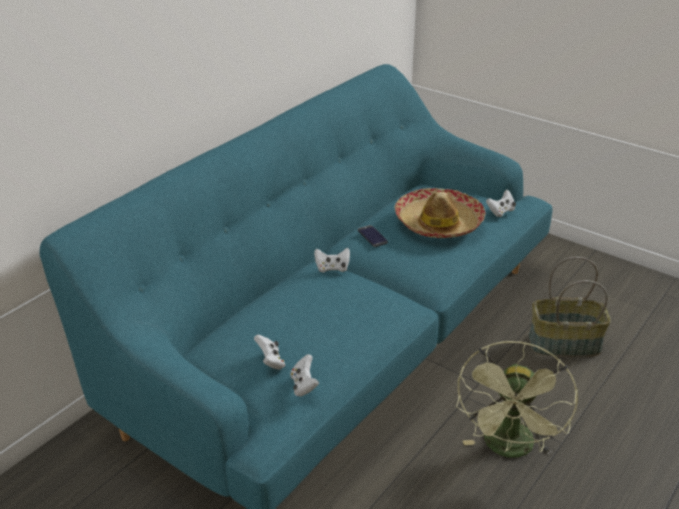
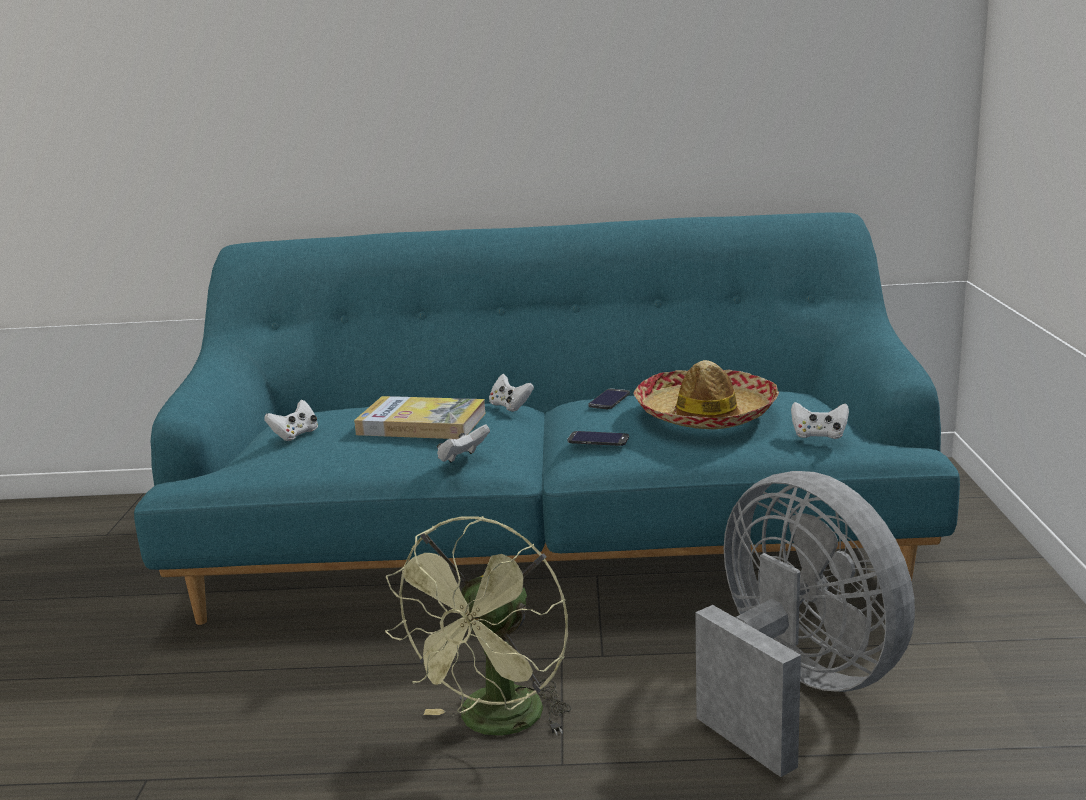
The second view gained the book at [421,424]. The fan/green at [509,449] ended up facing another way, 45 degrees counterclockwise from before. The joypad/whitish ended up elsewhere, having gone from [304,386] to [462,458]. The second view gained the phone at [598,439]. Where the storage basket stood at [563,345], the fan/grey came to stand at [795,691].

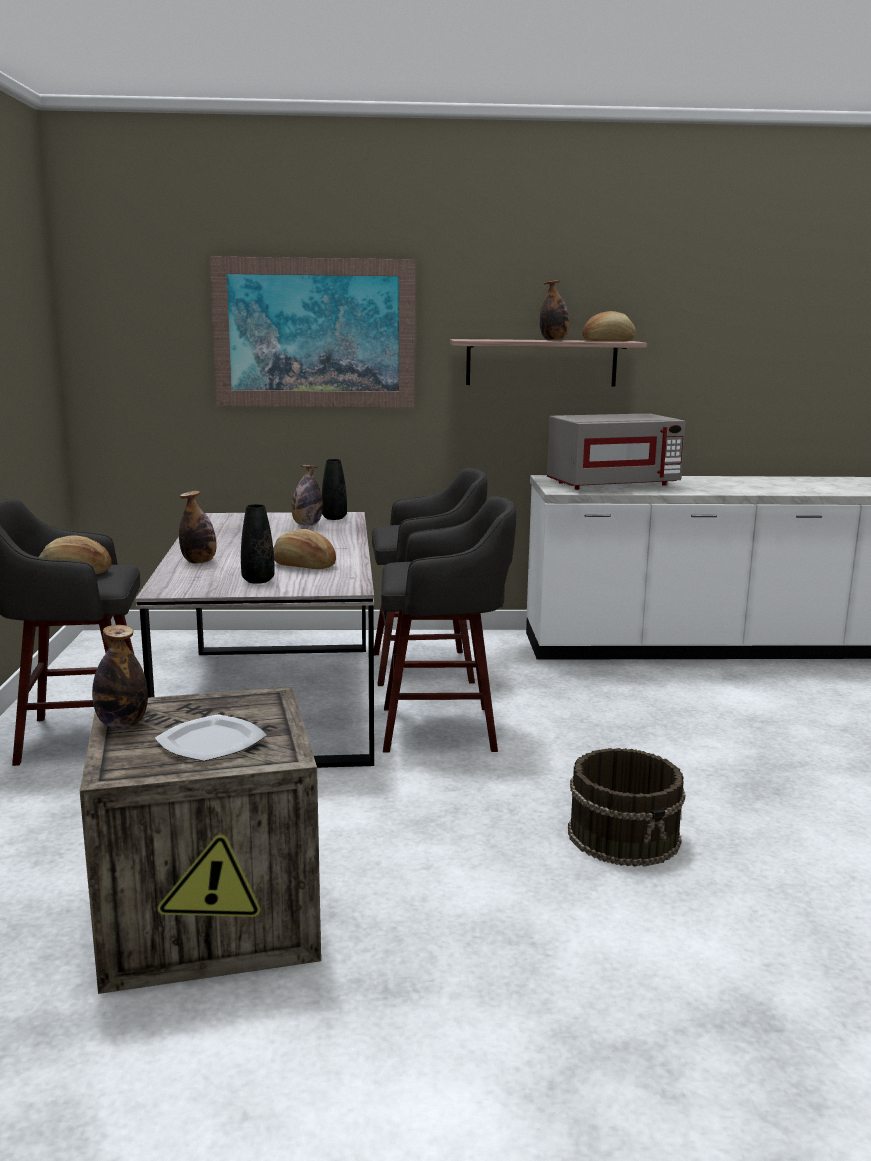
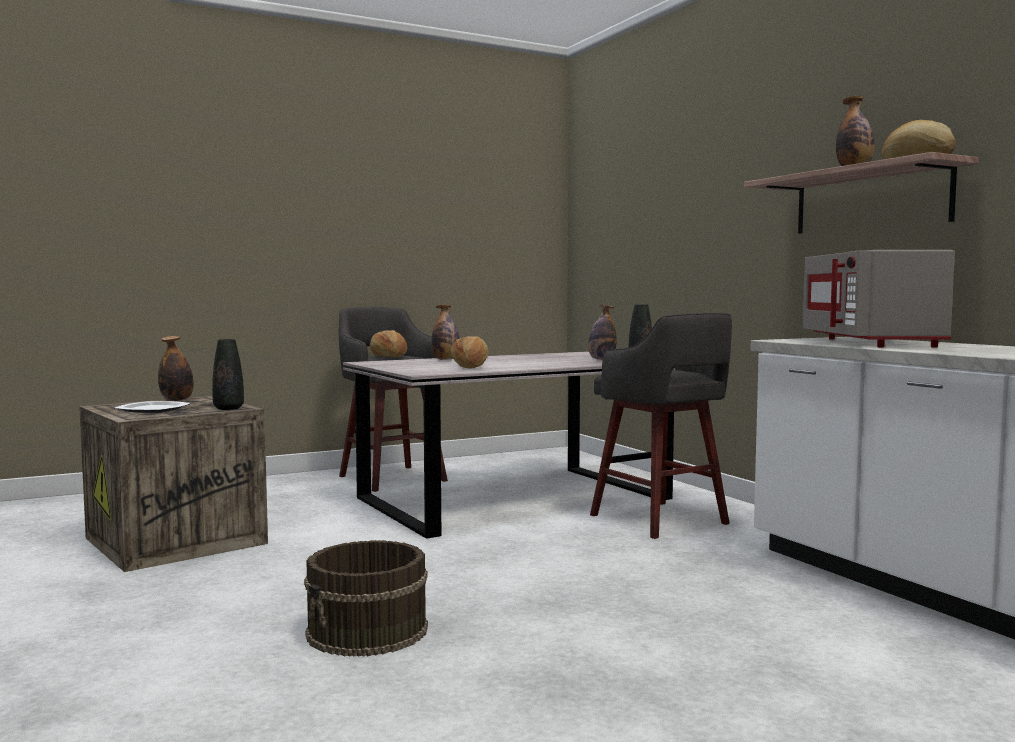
The decorative vase/black ended up elsewhere, having gone from [258,580] to [228,408]. The microwave oven/grey at [612,485] ended up facing another way, 45 degrees clockwise from before. The second view lost the picture at [314,333]. The second view lost the stool/grey at [443,729].

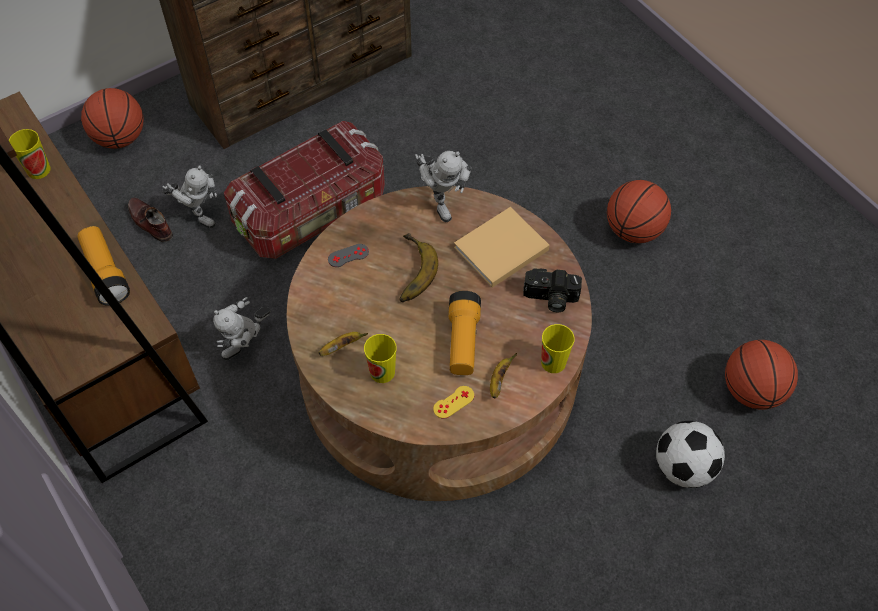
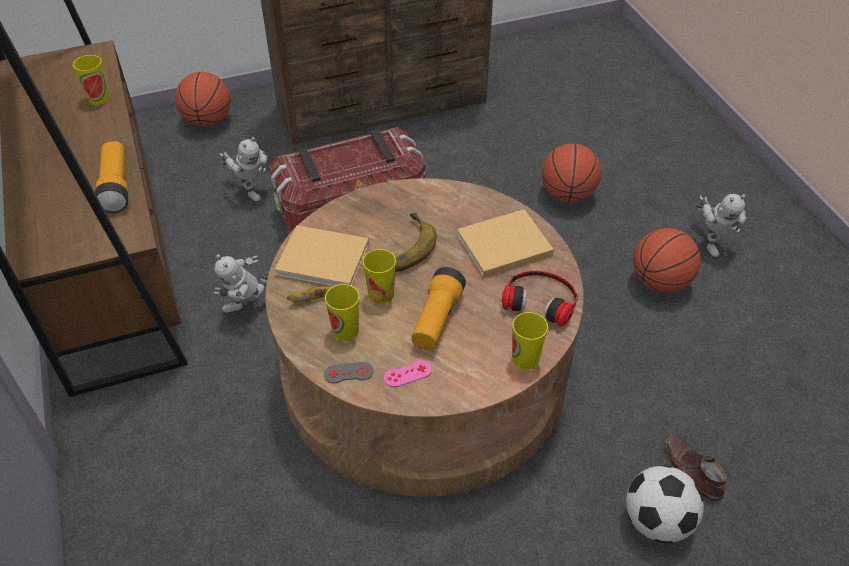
The second view gained the book/beige at [325,260]. The joypad/grey ended up elsewhere, having gone from [348,255] to [348,373]. The second view gained the cup at [381,294]. What was the joypad/yellow-coloured at [453,402] turned into the joypad/pinkish at [407,374]. Where the photo camera stood at [550,298], the headset came to stand at [540,299]. The ball for basketball ended up elsewhere, having gone from [751,390] to [567,194]. The shoe/brown-coloured ended up elsewhere, having gone from [150,223] to [691,470]. The robot figure ended up elsewhere, having gone from [441,201] to [709,243]. The second view lost the banana fruit at [499,380].

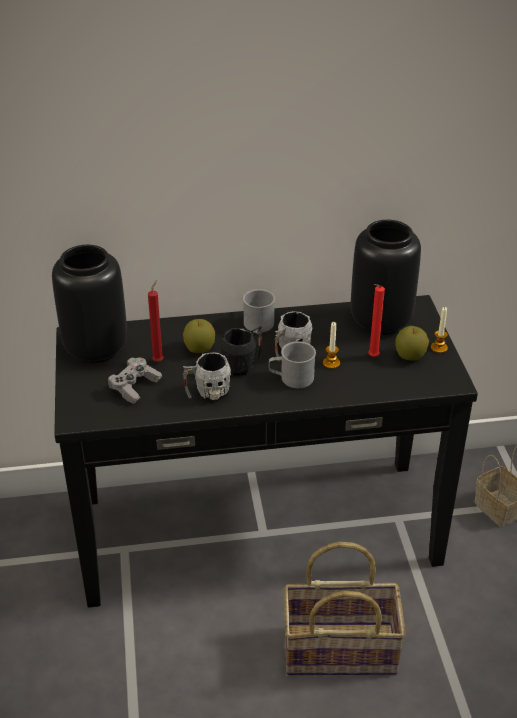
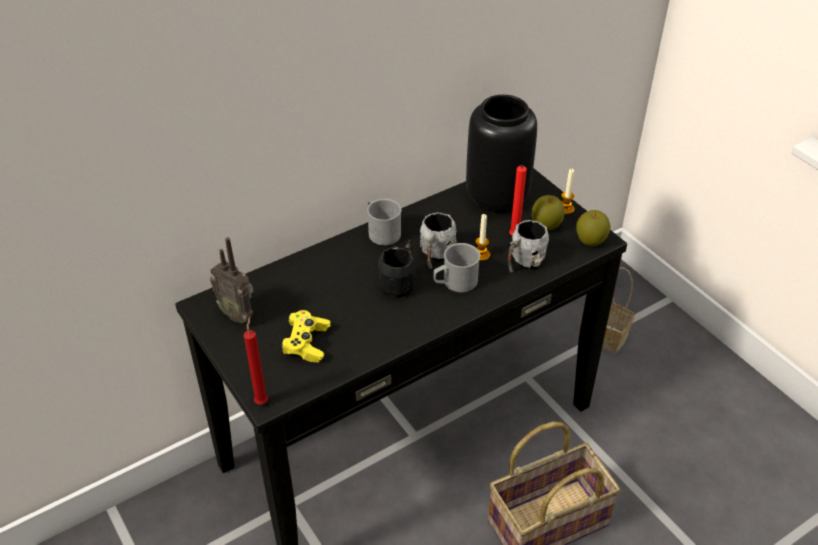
Where the decorative vase/black stood at [97,349], the radio set came to stand at [238,314]. The wax light/reddish ended up elsewhere, having gone from [159,360] to [262,400]. What was the joypad/grey at [134,387] turned into the joypad/yellow-coloured at [306,343]. The coffee mug/grey ended up elsewhere, having gone from [207,393] to [523,262]. The apple fruit ended up elsewhere, having gone from [199,349] to [590,240].

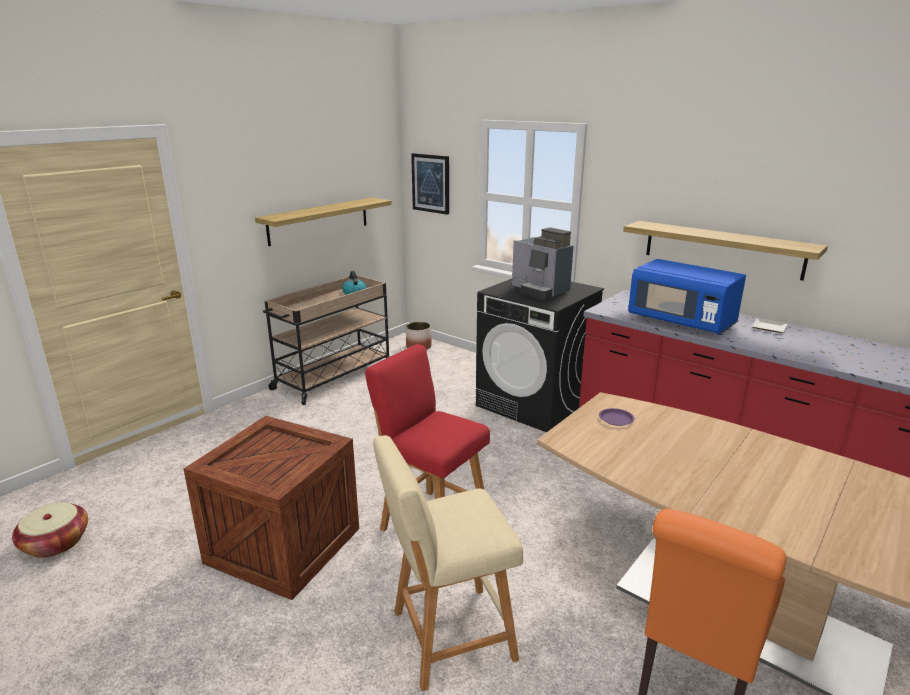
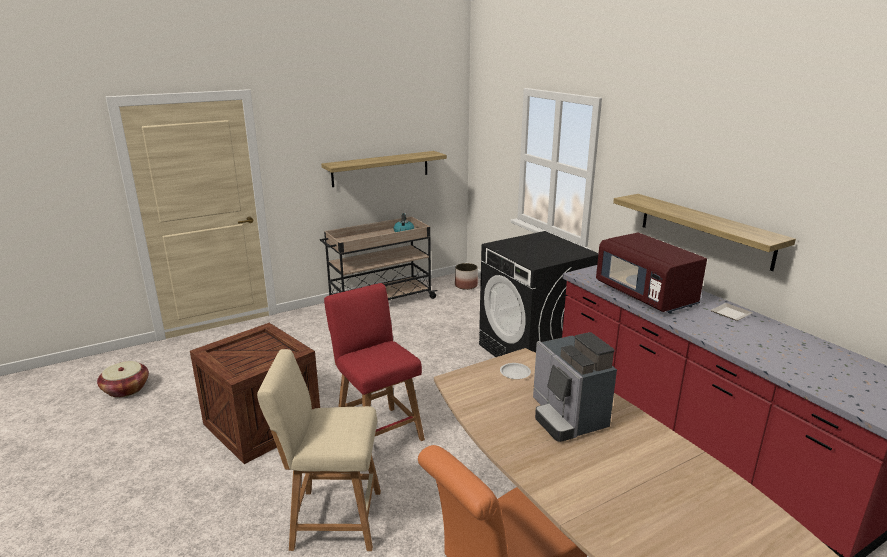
What was the plate/purple at [615,419] turned into the plate/whitish at [514,373]. The coffee machine ended up elsewhere, having gone from [540,291] to [567,417]. What was the microwave oven/blue-coloured at [681,322] turned into the microwave oven/reddish at [645,296]. The second view lost the picture at [431,183].

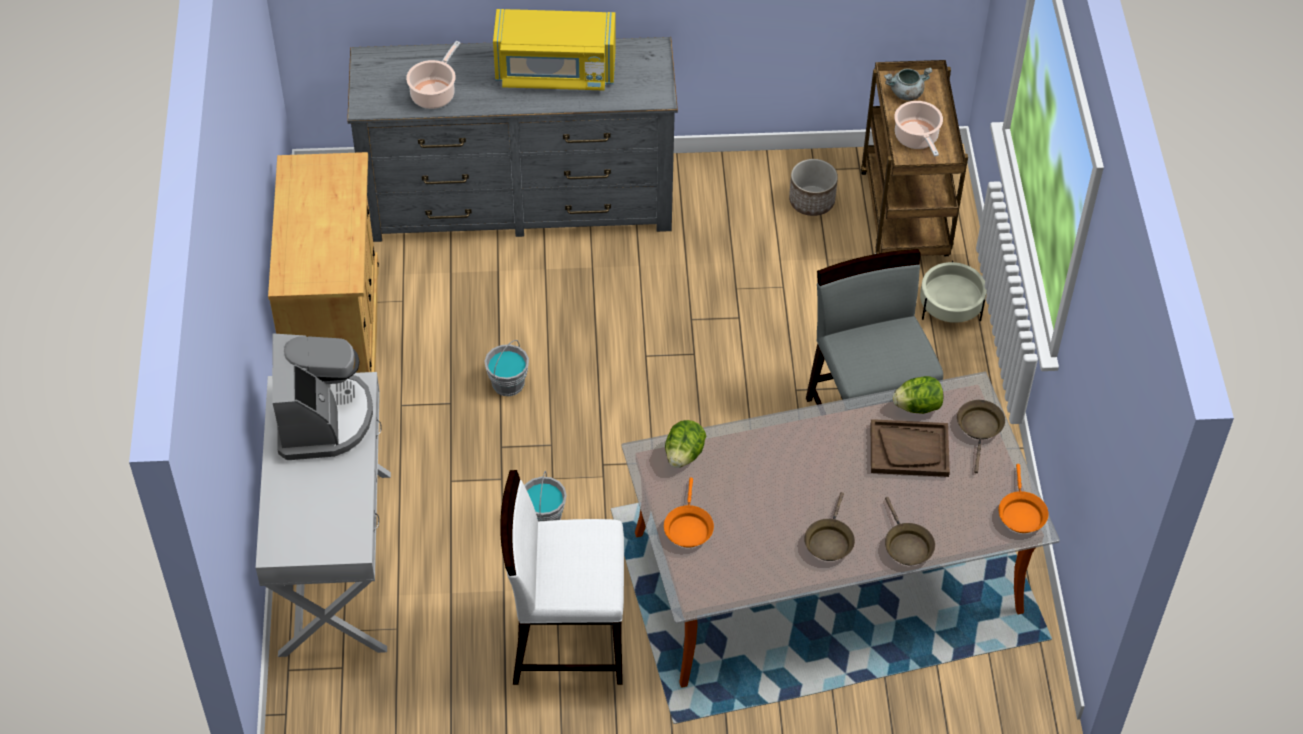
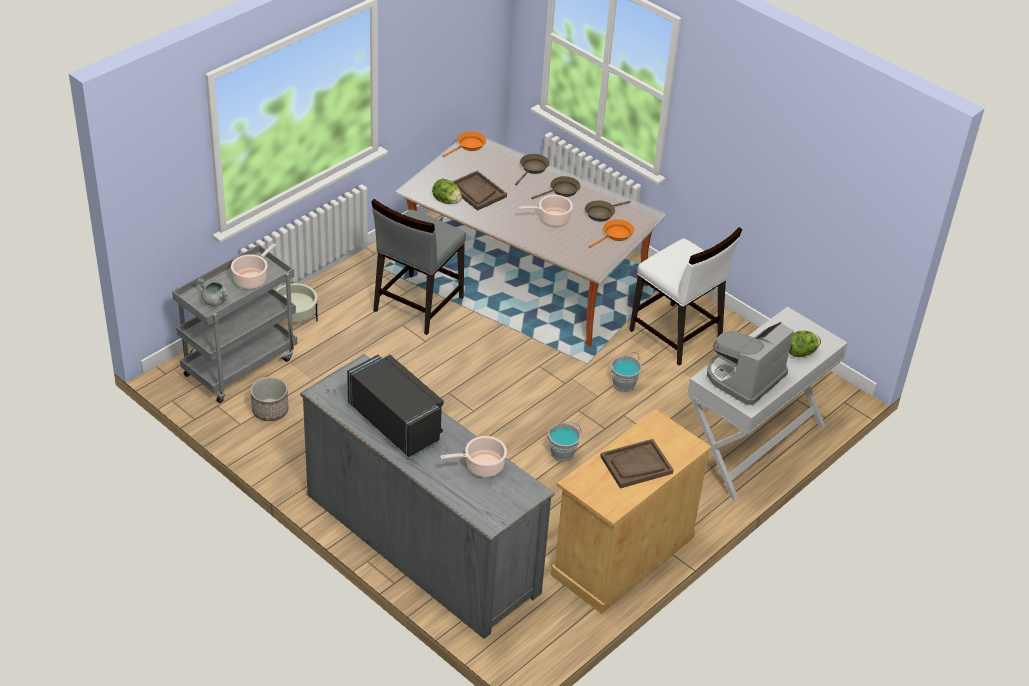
What was the cart/brown-coloured at [906,217] turned into the cart/grey at [240,365]. What was the microwave oven/yellow-coloured at [555,72] turned into the microwave oven/black at [396,423]. The second view gained the stockpot at [552,219]. The pan/brown-coloured ended up elsewhere, having gone from [979,429] to [601,213]. The second view gained the tray/brown-coloured at [636,465]. The head of lettuce ended up elsewhere, having gone from [684,454] to [800,352].

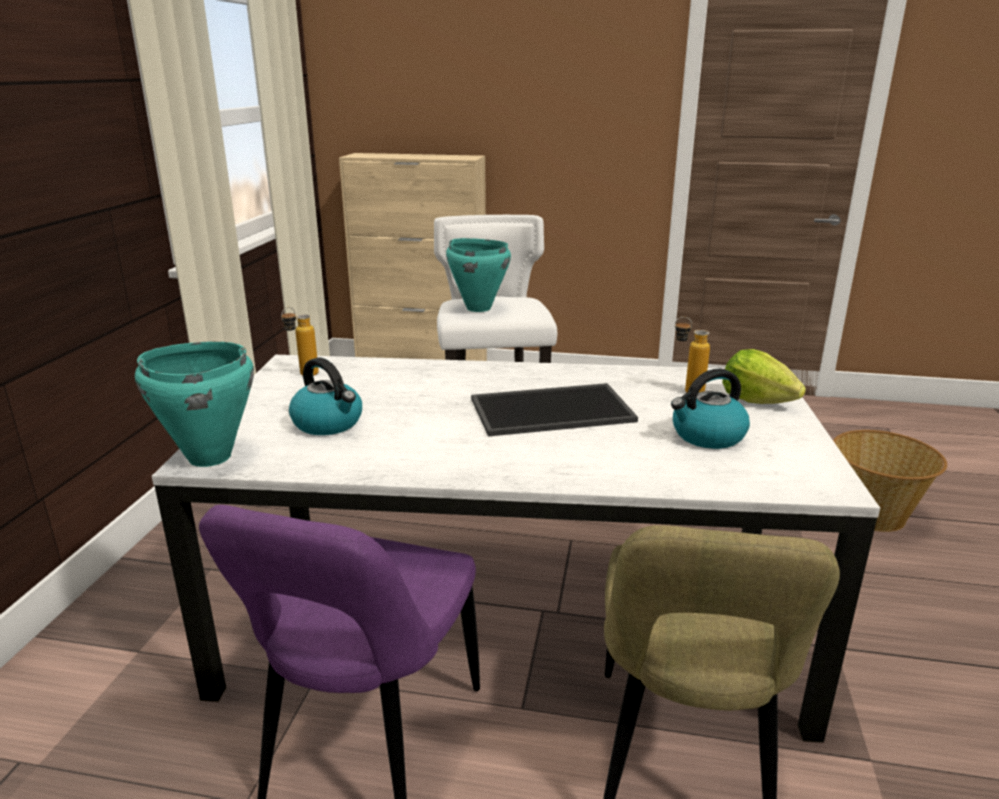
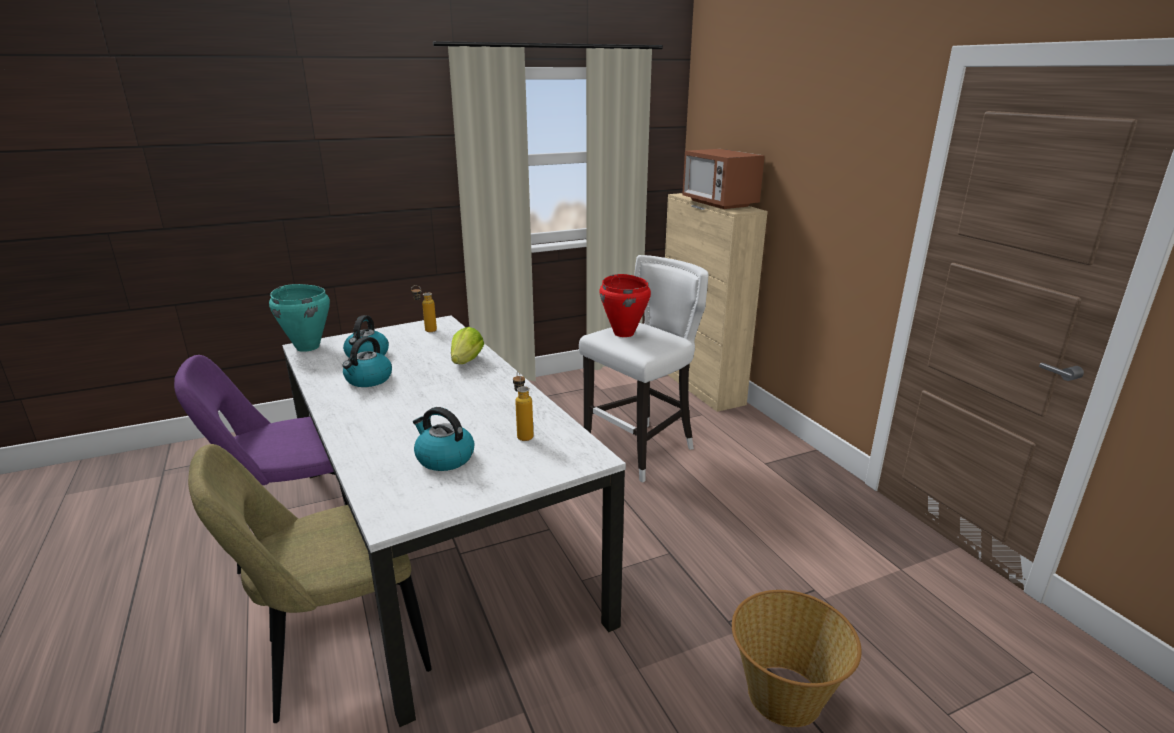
The second view gained the water kettle at [368,380]. The head of lettuce ended up elsewhere, having gone from [757,400] to [466,361]. What was the stockpot/turquoise-coloured at [478,308] turned into the stockpot/reddish at [624,333]. The second view gained the microwave oven at [719,203]. The second view lost the tray at [552,409].

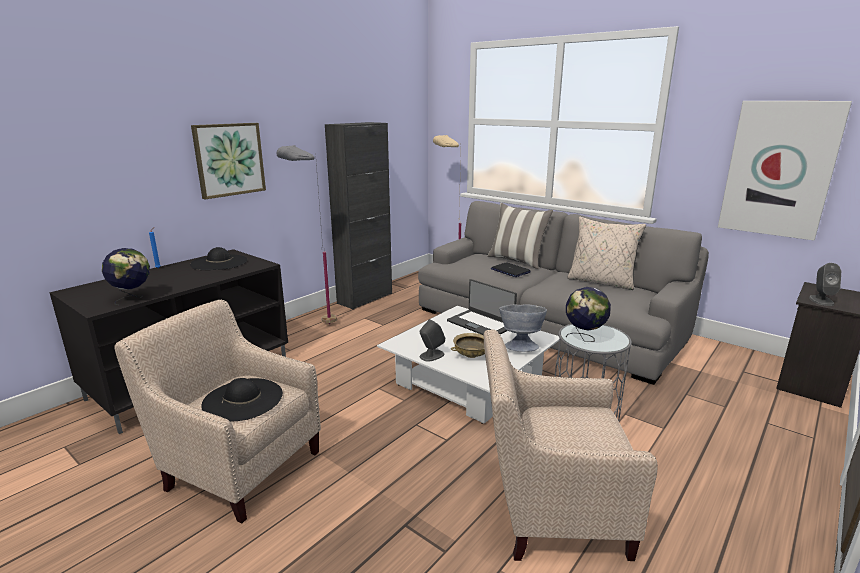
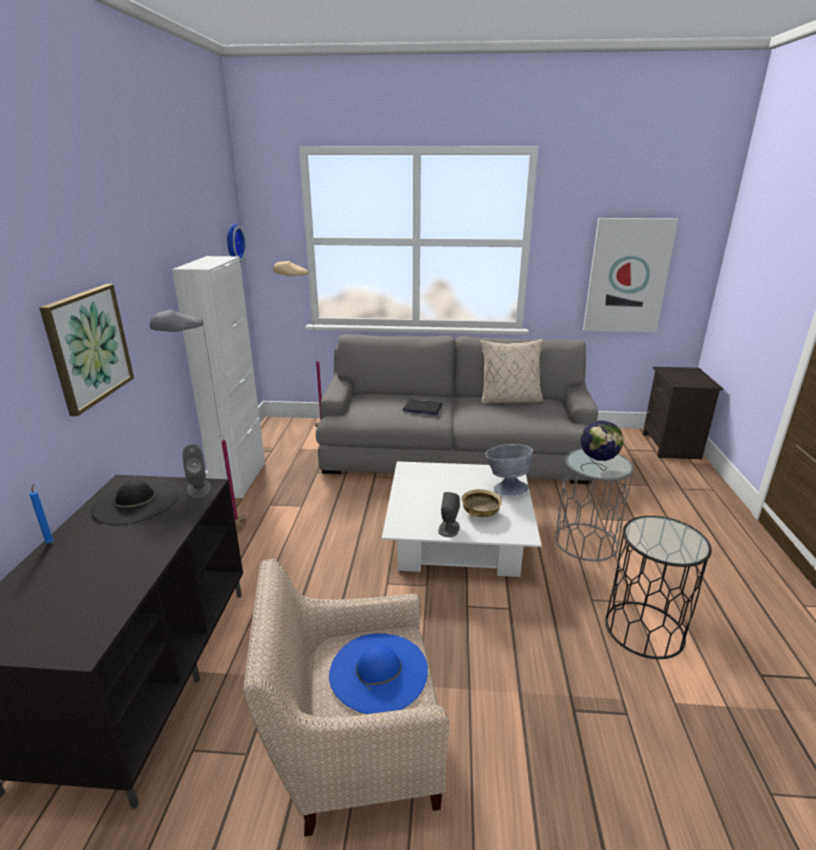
What was the storage cabinet/black at [365,298] turned into the storage cabinet/whitish at [239,479]. The loudspeaker/grey ended up elsewhere, having gone from [821,300] to [199,489]. The second view gained the wall clock at [233,243]. What was the wearable hat/black at [243,399] turned into the wearable hat/blue-coloured at [378,671]. Where the easy chair/beige stood at [548,507], the end table/black came to stand at [644,629]. The second view lost the globe at [133,298]. The second view lost the notebook computer at [481,324]. The second view lost the pillow at [517,261].

